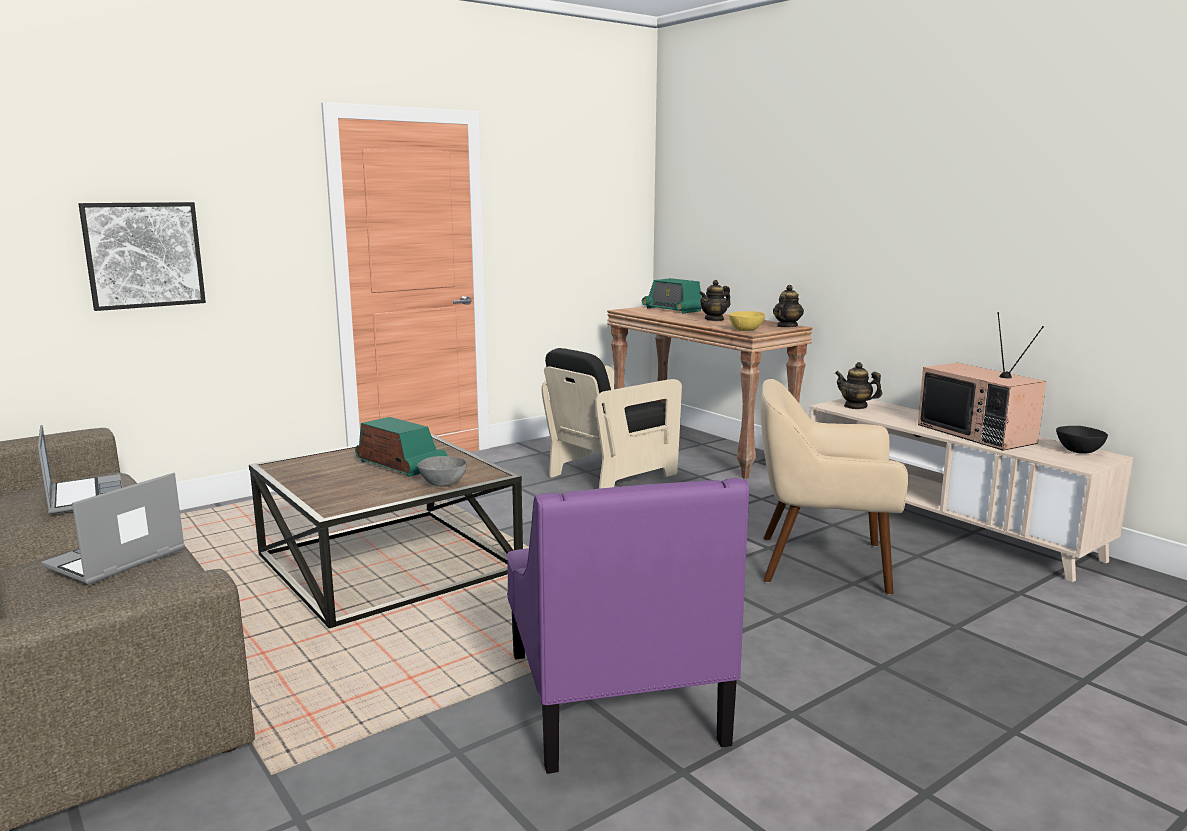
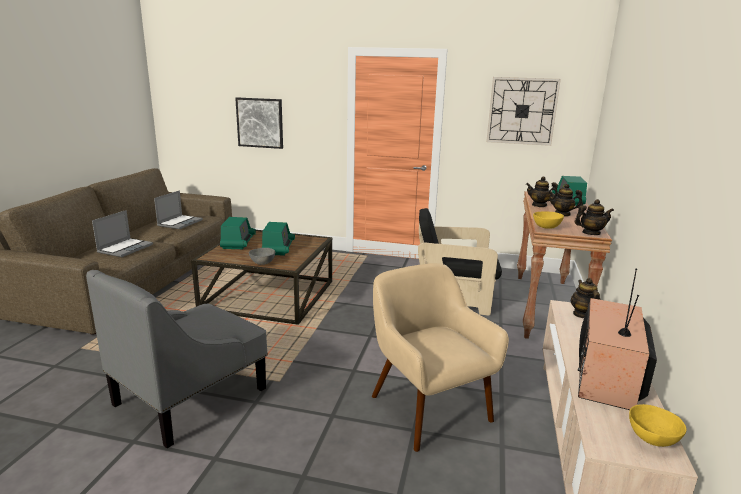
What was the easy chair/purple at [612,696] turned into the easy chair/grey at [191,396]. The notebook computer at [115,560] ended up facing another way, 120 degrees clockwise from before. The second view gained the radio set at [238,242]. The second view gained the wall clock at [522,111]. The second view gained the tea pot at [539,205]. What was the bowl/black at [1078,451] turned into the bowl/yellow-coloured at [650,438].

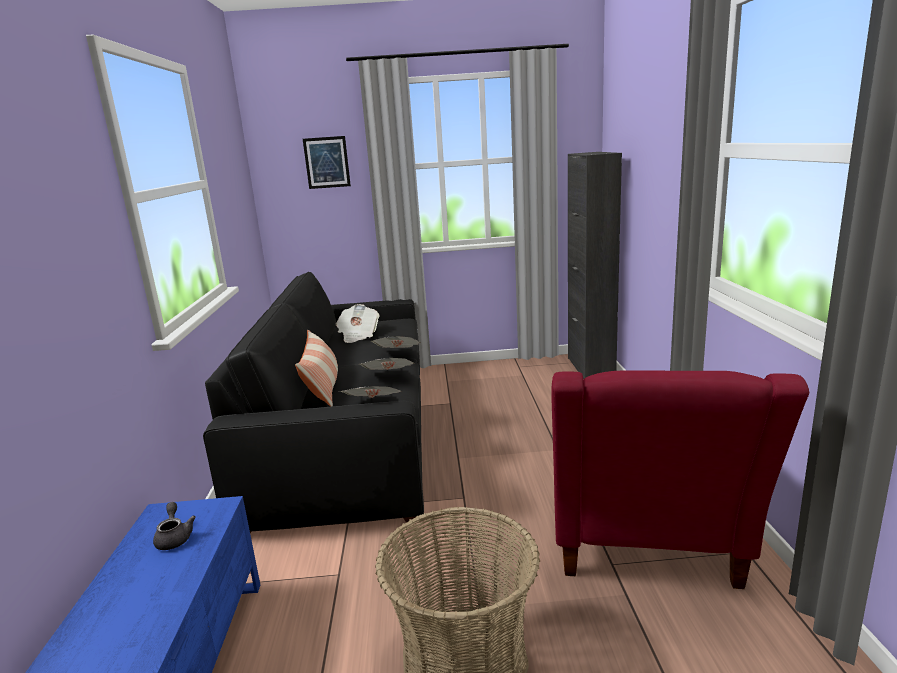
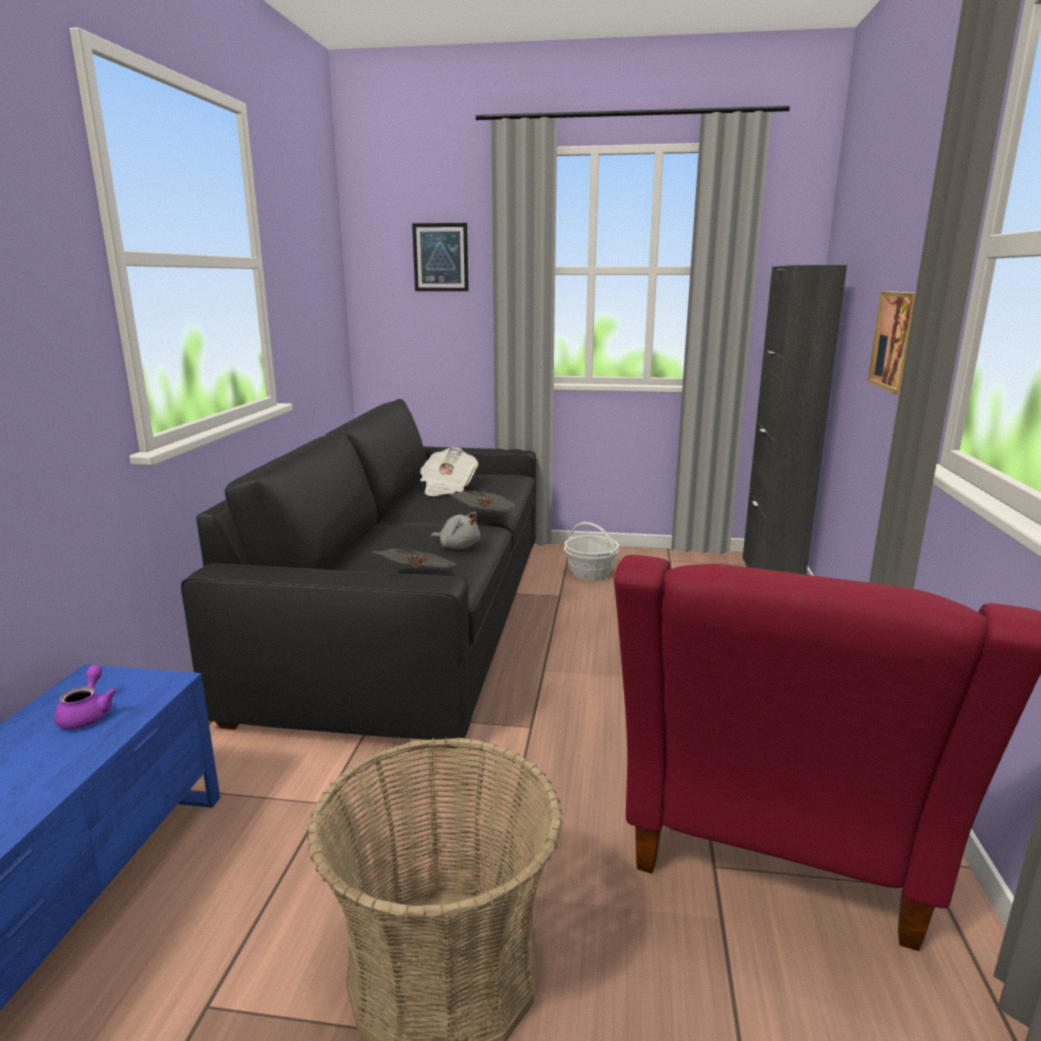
What was the tea pot/grey at [175,537] turned into the tea pot/purple at [88,714]. Where the daily paper stood at [389,378], the soft toy/grey came to stand at [458,546]. The second view gained the storage basket at [590,573]. The second view gained the picture at [900,341]. The second view lost the pillow at [323,386].

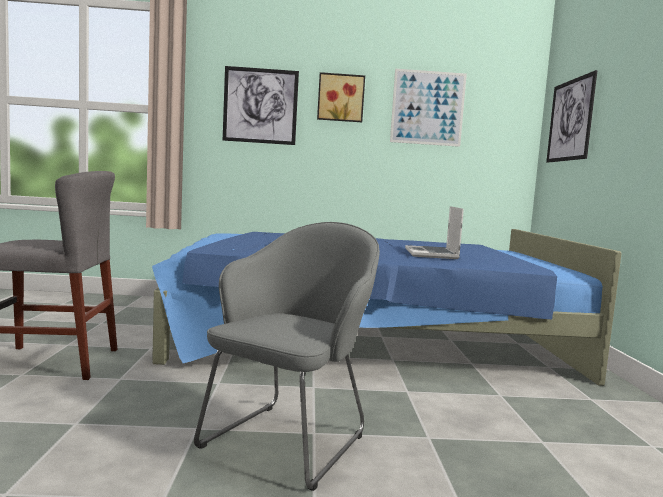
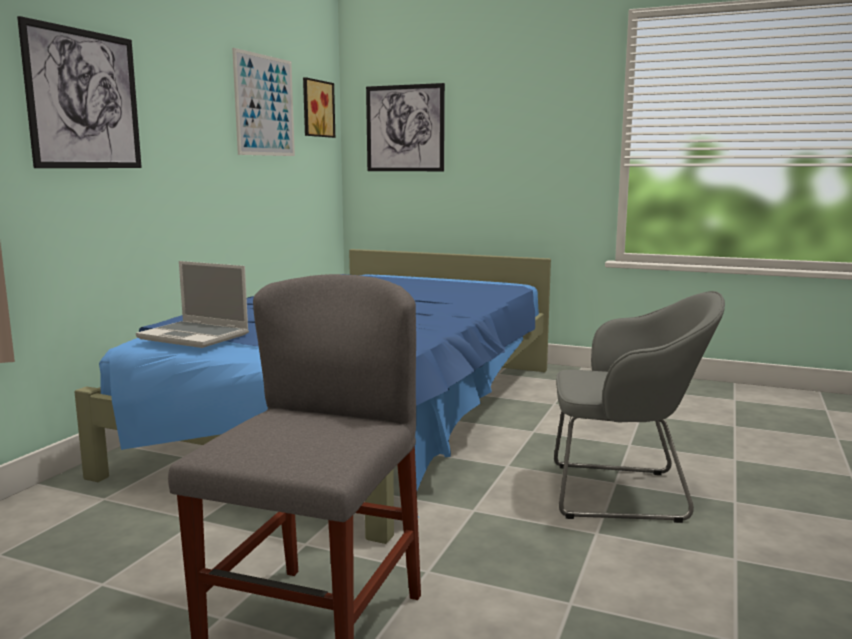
The notebook computer ended up elsewhere, having gone from [432,254] to [196,336]. The picture ended up elsewhere, having gone from [340,98] to [316,108]. The easy chair/grey at [290,438] ended up facing another way, 135 degrees clockwise from before.

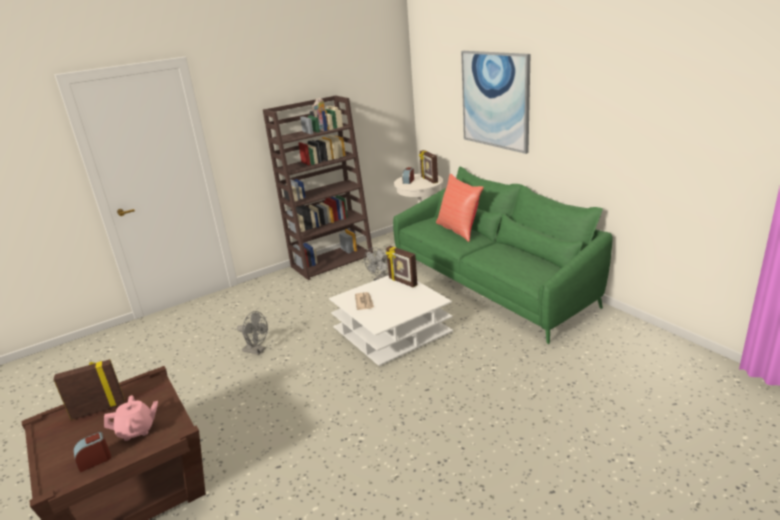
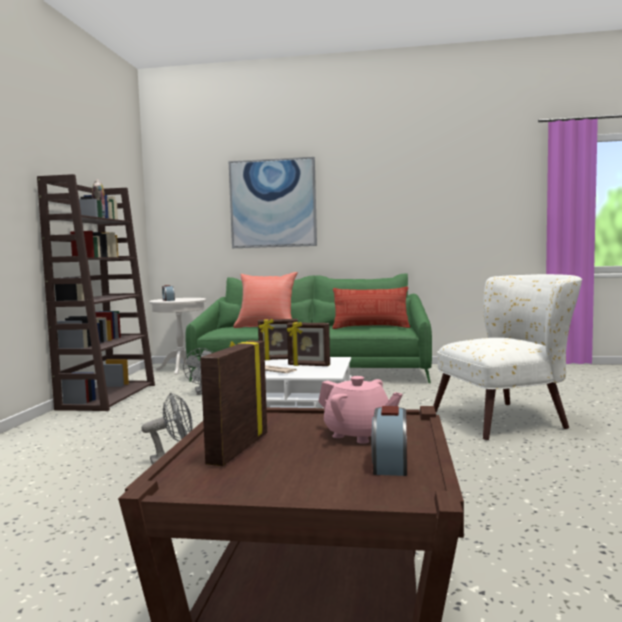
The picture frame ended up elsewhere, having gone from [429,180] to [308,365]. The tea pot/pinkish at [137,430] ended up facing another way, 105 degrees clockwise from before. The second view gained the pillow at [371,327]. The second view gained the easy chair/whitish at [510,419].

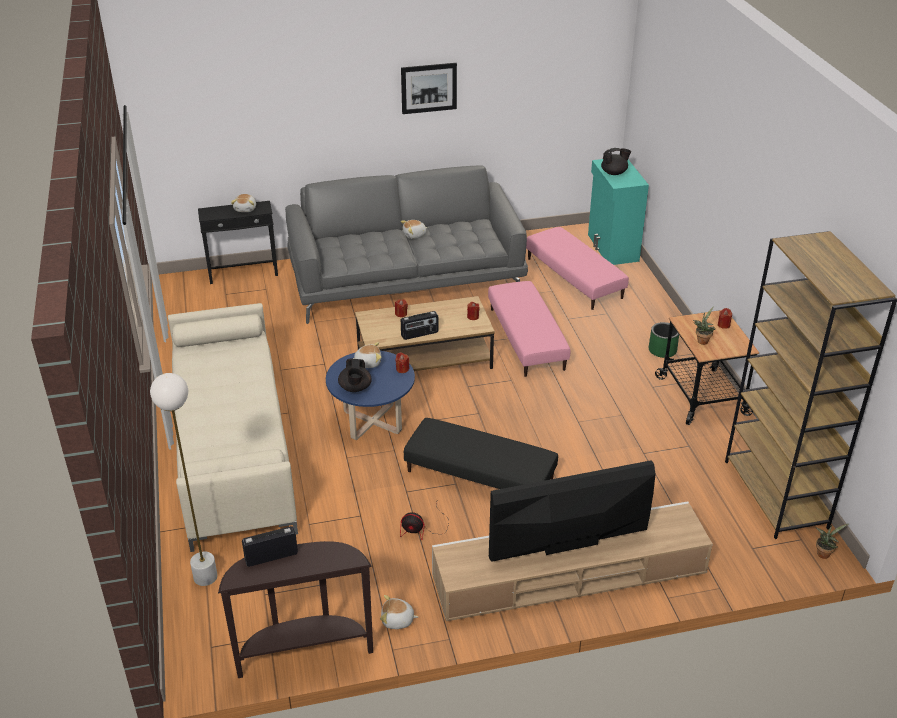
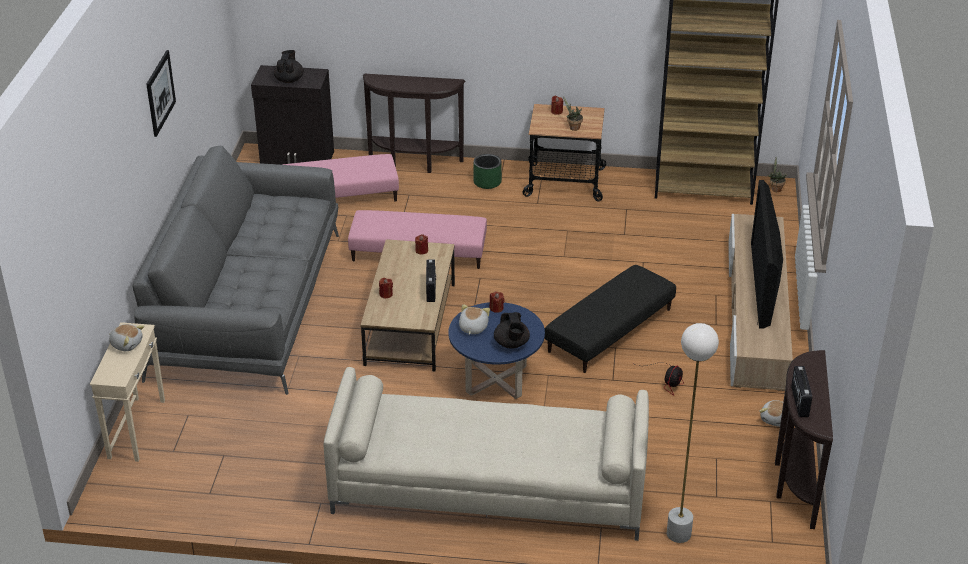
What was the end table/black at [243,274] turned into the end table/beige at [137,428]. What was the storage cabinet/turquoise-coloured at [612,248] turned into the storage cabinet/black at [297,159]. The second view gained the narrow table/brown-coloured at [414,164]. The tea pot/black at [355,388] ended up facing another way, 60 degrees clockwise from before. The second view lost the soft toy at [414,235].

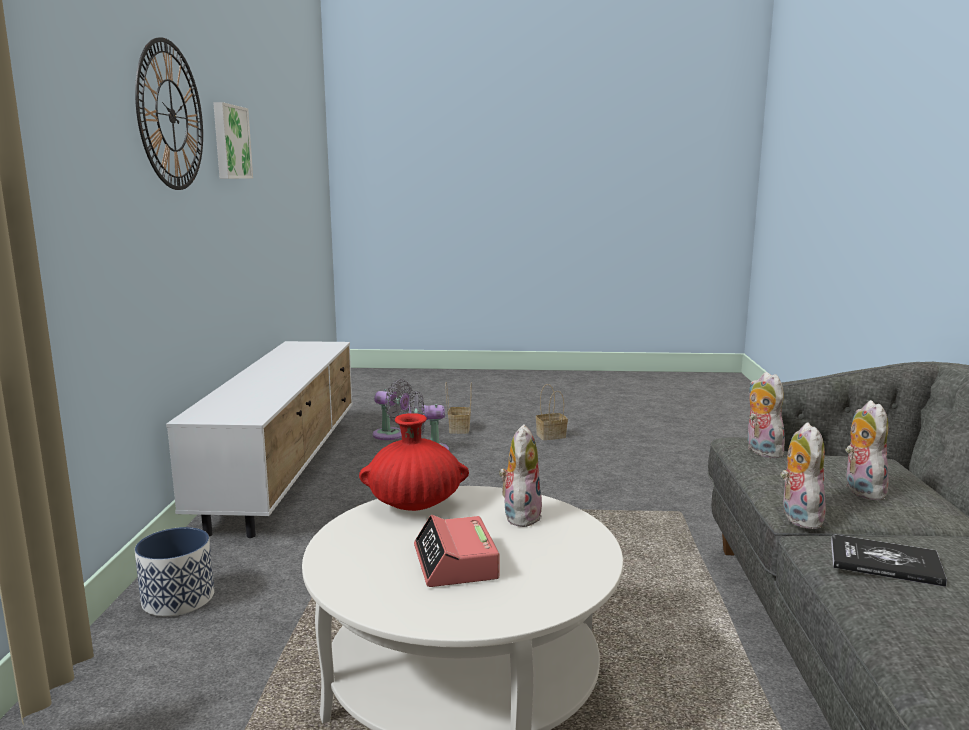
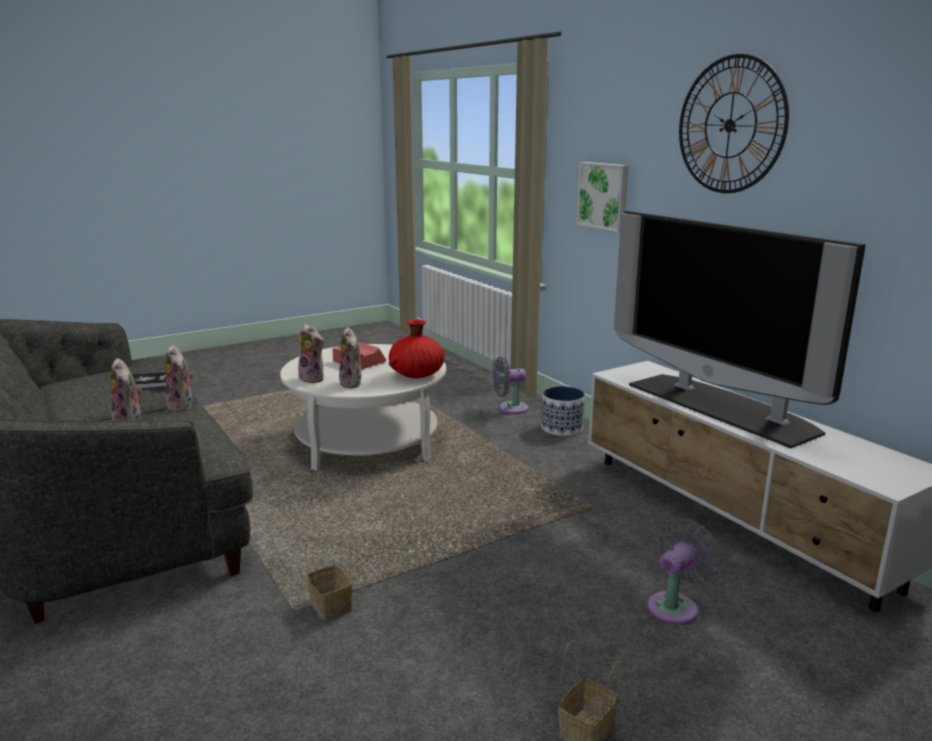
The soft toy ended up elsewhere, having gone from [760,451] to [313,378]. The storage basket ended up elsewhere, having gone from [459,429] to [332,606]. The fan/grey ended up elsewhere, having gone from [391,435] to [509,408]. The picture ended up elsewhere, having gone from [230,142] to [604,196]. The second view gained the TV at [722,407].

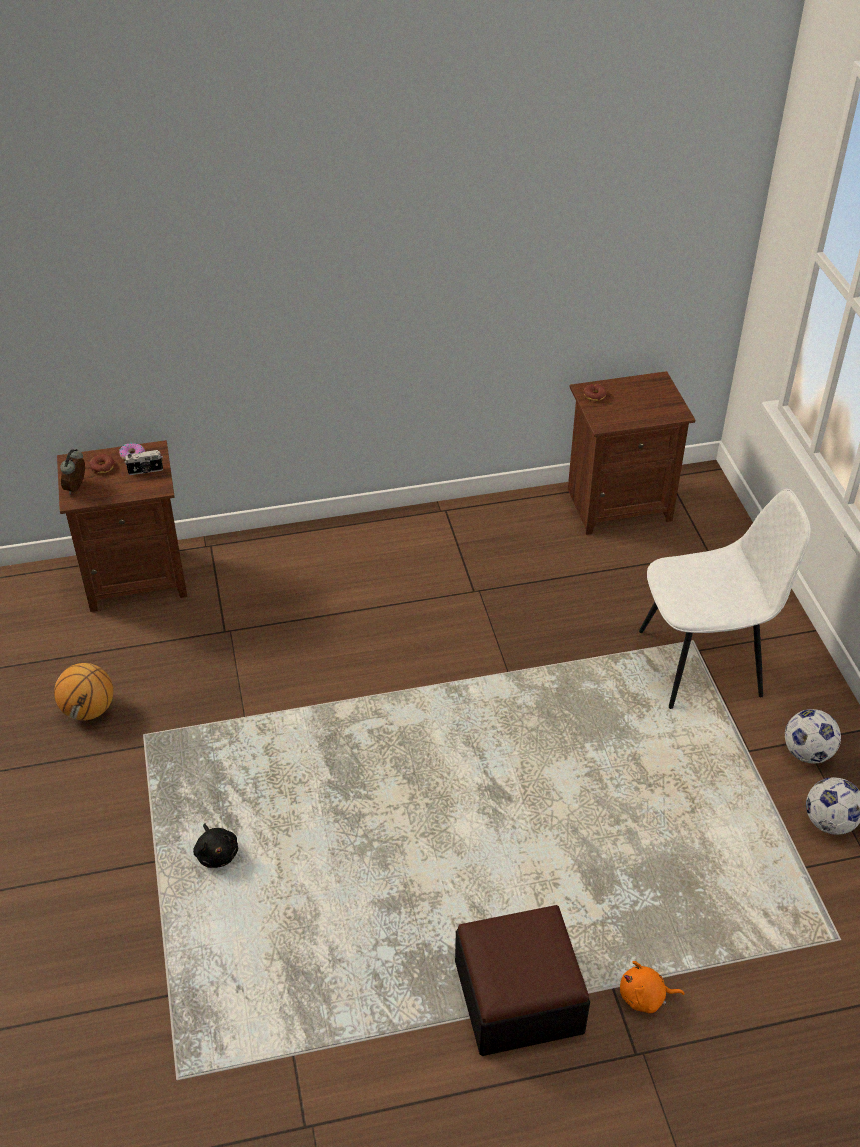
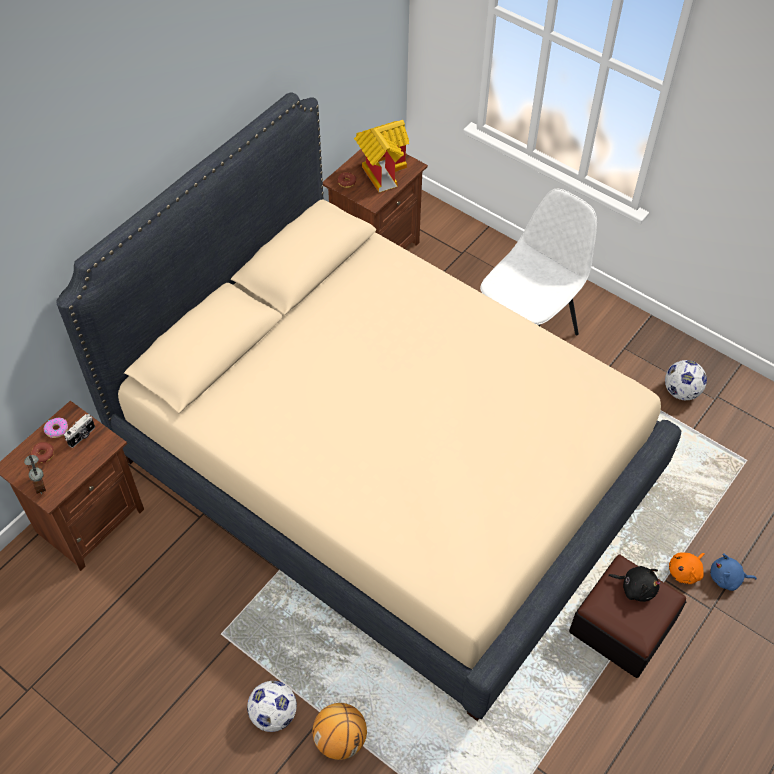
The second view gained the sleeping bed/beige at [386,467]. The ball for football ended up elsewhere, having gone from [807,752] to [273,714]. The ball for basketball ended up elsewhere, having gone from [89,710] to [340,739]. The second view gained the toy house at [382,171]. The soft toy/black ended up elsewhere, having gone from [217,853] to [636,587]. The second view gained the soft toy/blue-coloured at [727,578].

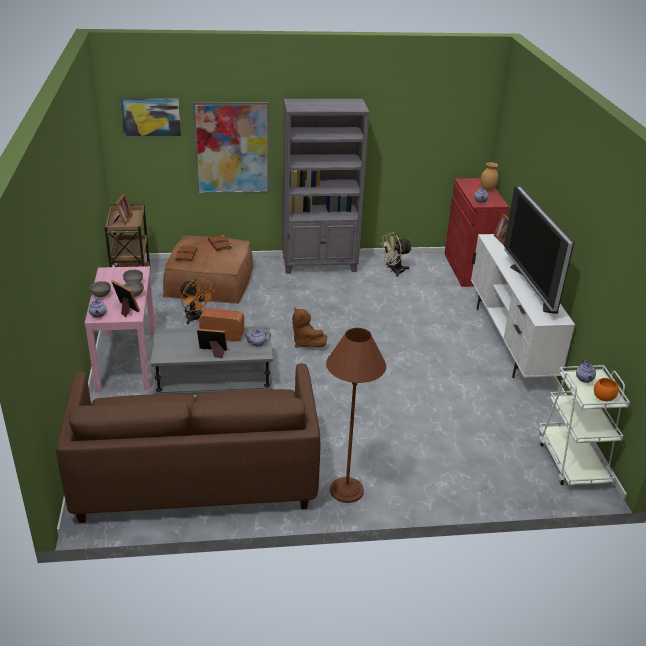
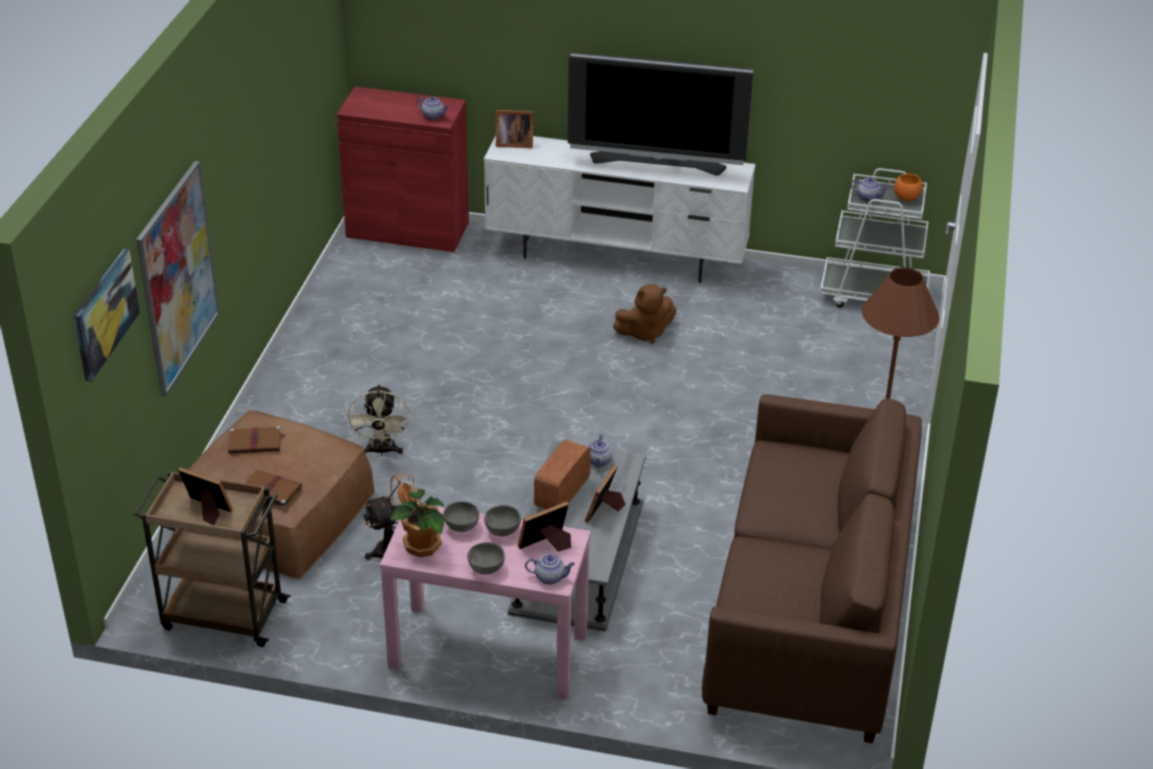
The fan/beige ended up elsewhere, having gone from [394,271] to [381,451]. The second view gained the plant in a pot at [422,547]. The soft toy/brown-coloured ended up elsewhere, having gone from [306,343] to [645,333]. The second view lost the bookcase/grey at [320,264]. The second view lost the decorative vase/brown-coloured at [487,189].

